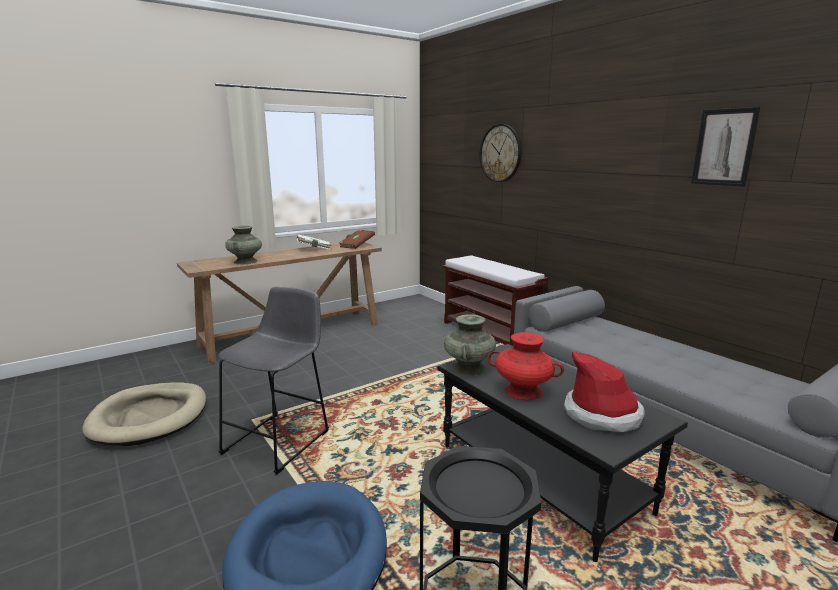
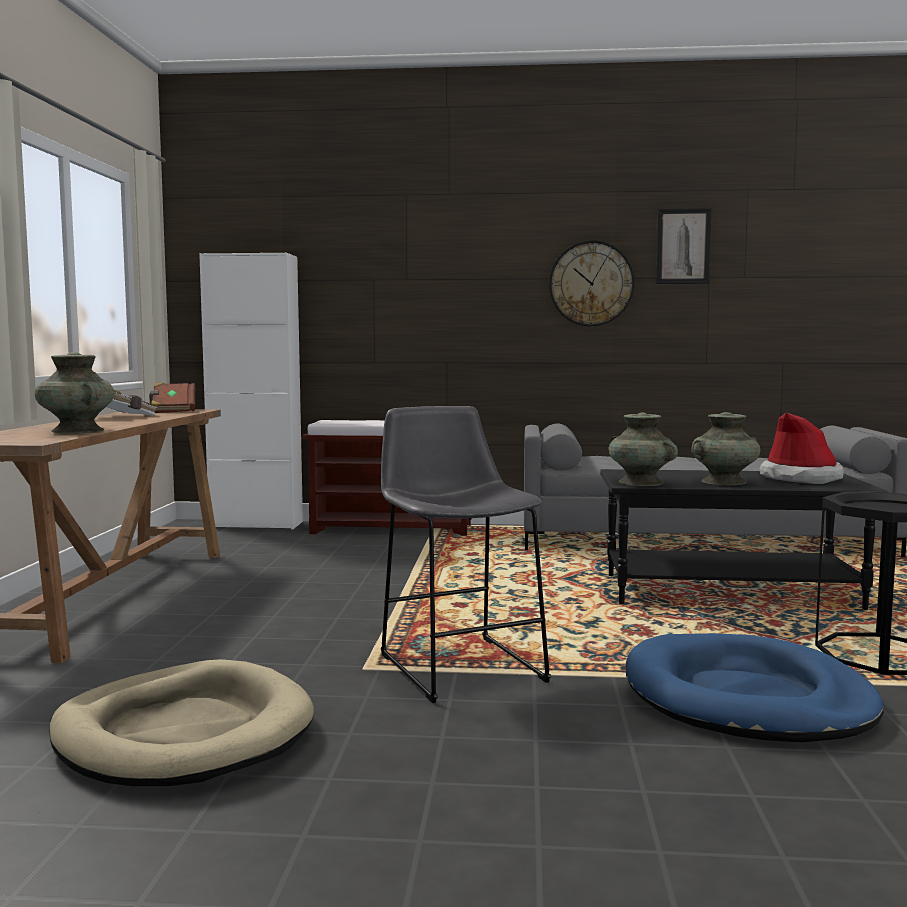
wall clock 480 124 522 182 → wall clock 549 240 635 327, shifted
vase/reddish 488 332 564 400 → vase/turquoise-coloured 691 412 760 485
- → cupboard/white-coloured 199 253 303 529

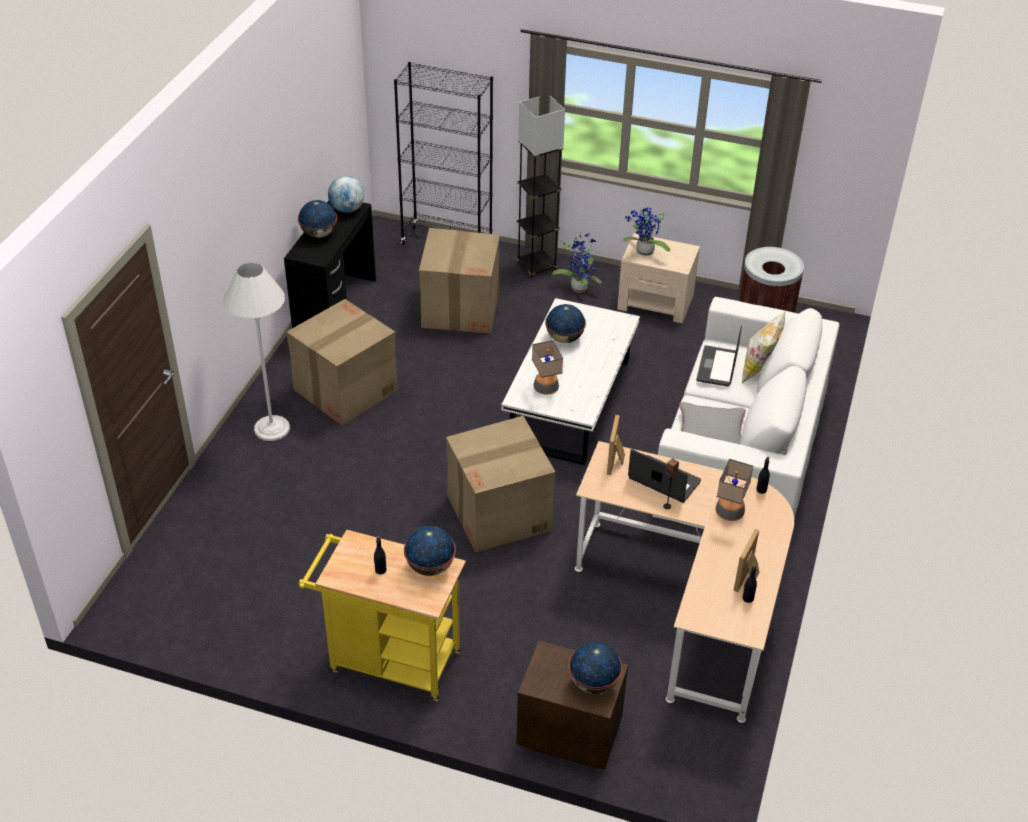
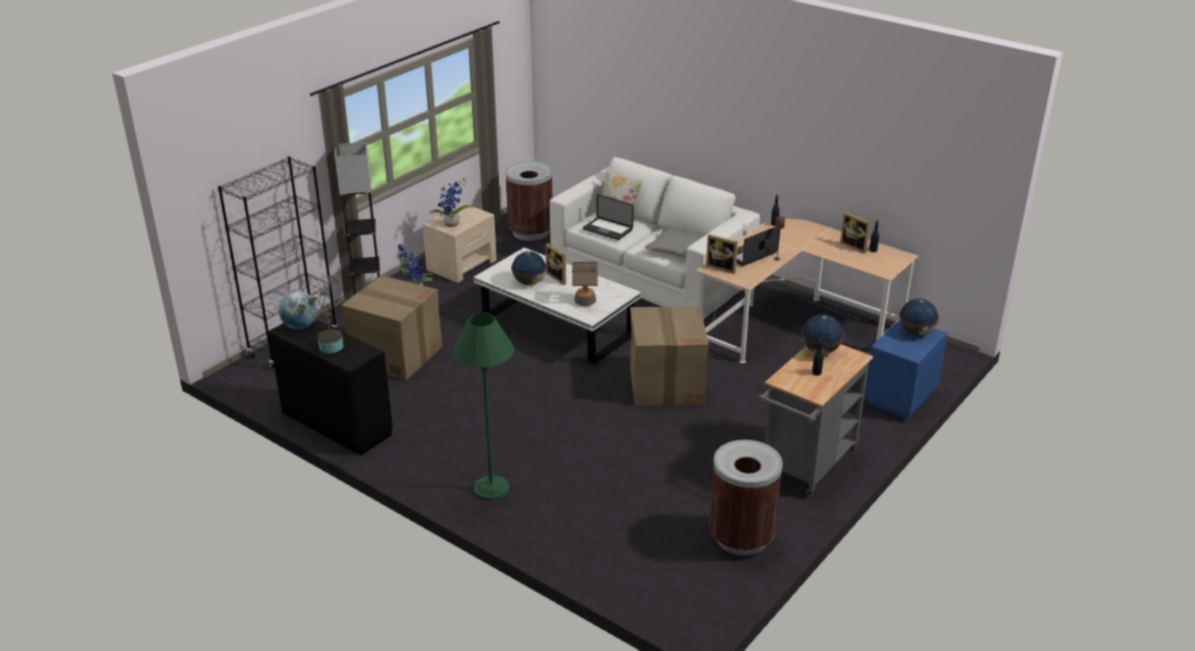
globe 298 200 337 238 → houseplant 297 276 344 353
standing lamp/white-coloured 223 262 290 441 → standing lamp/greenish 452 312 514 500
cardboard box 286 299 398 425 → -
lamp for a table 716 459 754 521 → -
cart/yellowish 298 530 466 701 → cart/greyish 759 344 873 497
nightstand/brown-coloured 516 641 628 770 → nightstand/blue-coloured 864 319 948 419
- → picture frame 545 243 566 285
- → waste bin/brown-coloured 709 440 783 556

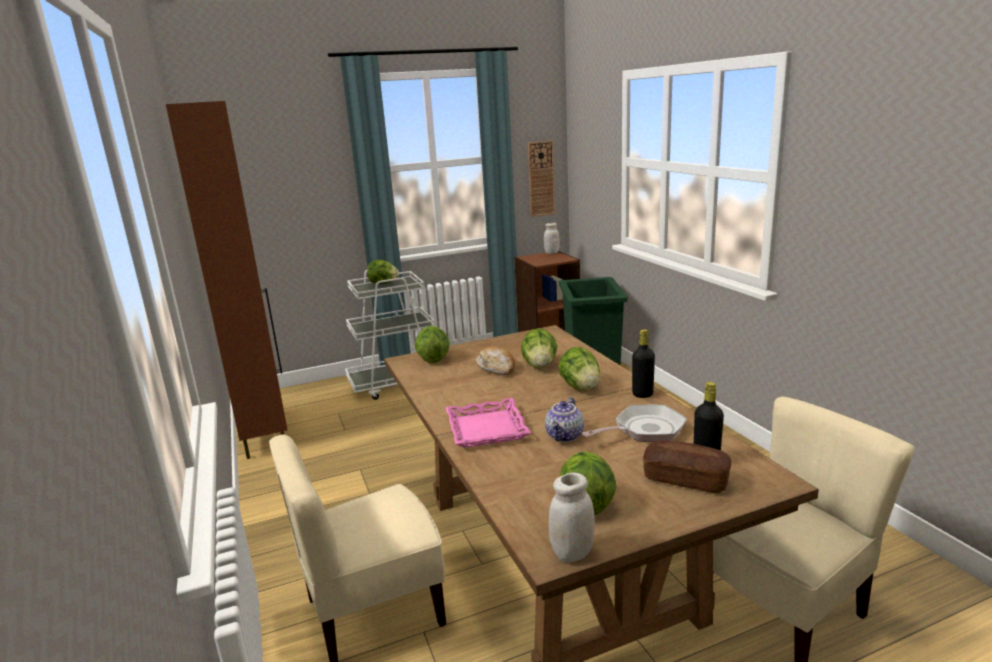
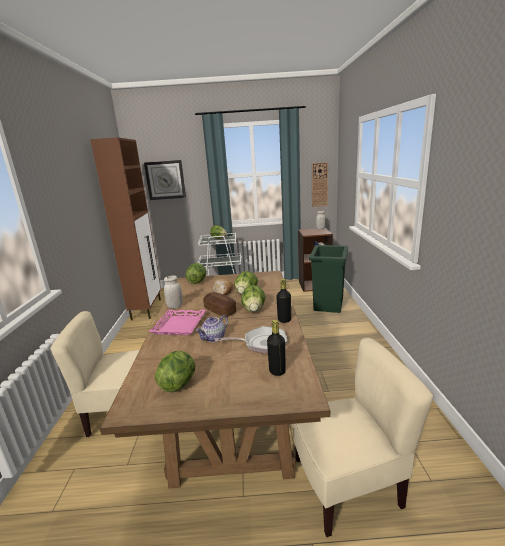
bakery bread 643 441 731 493 → bakery bread 203 292 236 317, shifted
preserve jar/white-coloured 549 472 595 563 → preserve jar/white-coloured 164 276 183 309, shifted
- → wall clock 144 160 186 200

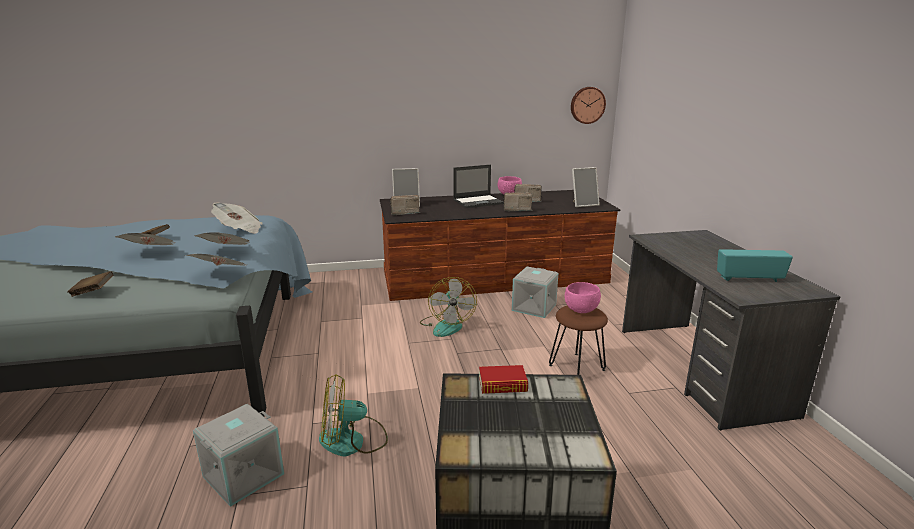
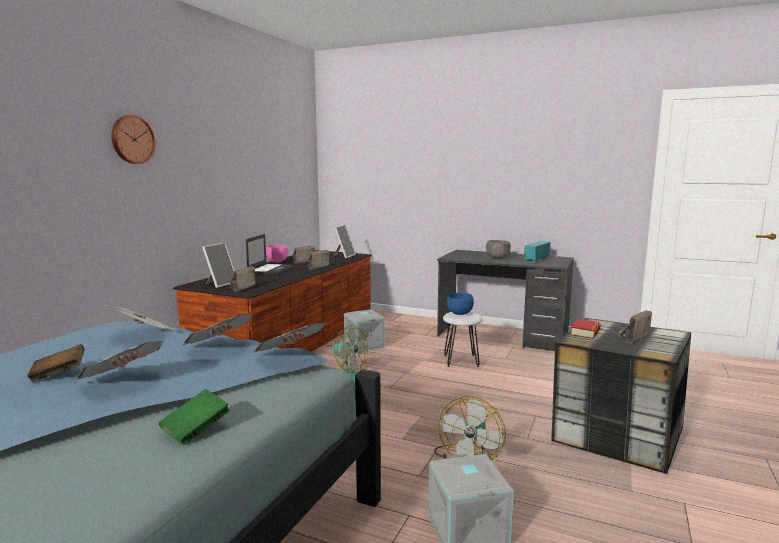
wall clock 571 87 606 124 → wall clock 111 115 156 164, shifted
bound book/brown-coloured 67 271 113 297 → bound book/greenish 158 389 230 445
deep dish/pinkish 565 282 601 313 → deep dish/blue-coloured 447 293 474 315
stool seat/brown-coloured 549 306 608 375 → stool seat/white-coloured 443 312 482 367
- → deep dish/greyish 486 240 511 259
- → radio receiver 618 310 652 344

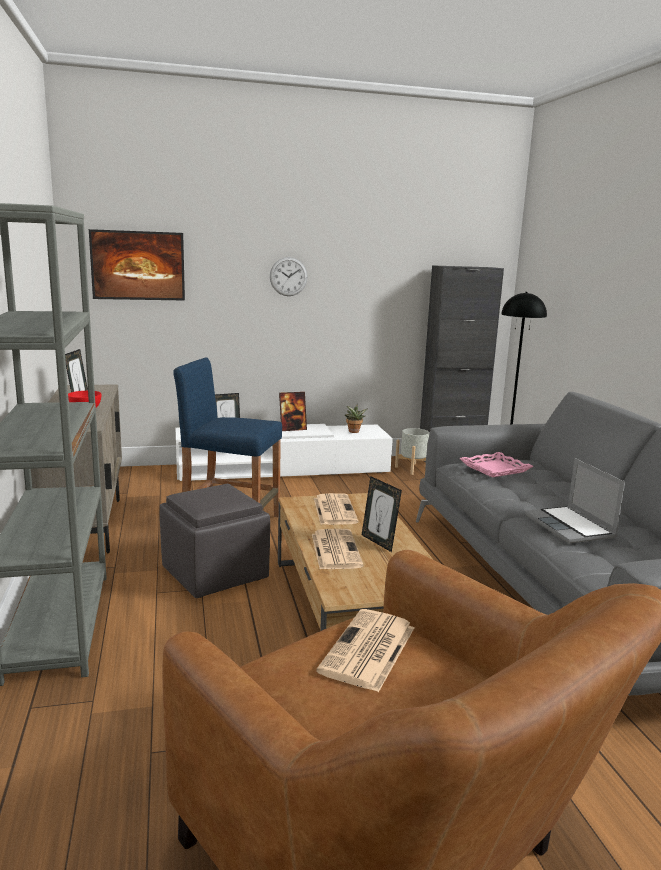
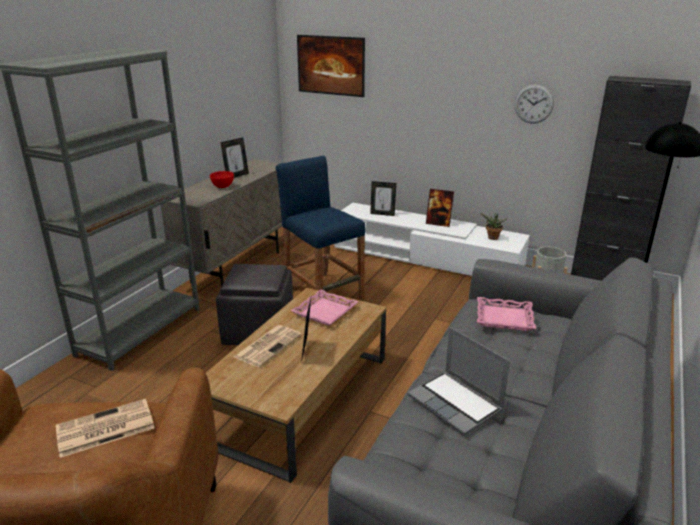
wall clock 270 257 308 296 → wall clock 515 84 554 124, shifted
portable computer 525 458 625 544 → portable computer 408 327 510 435, 60 degrees counterclockwise
printed paper 314 493 358 525 → tray/pinkish 291 289 359 326

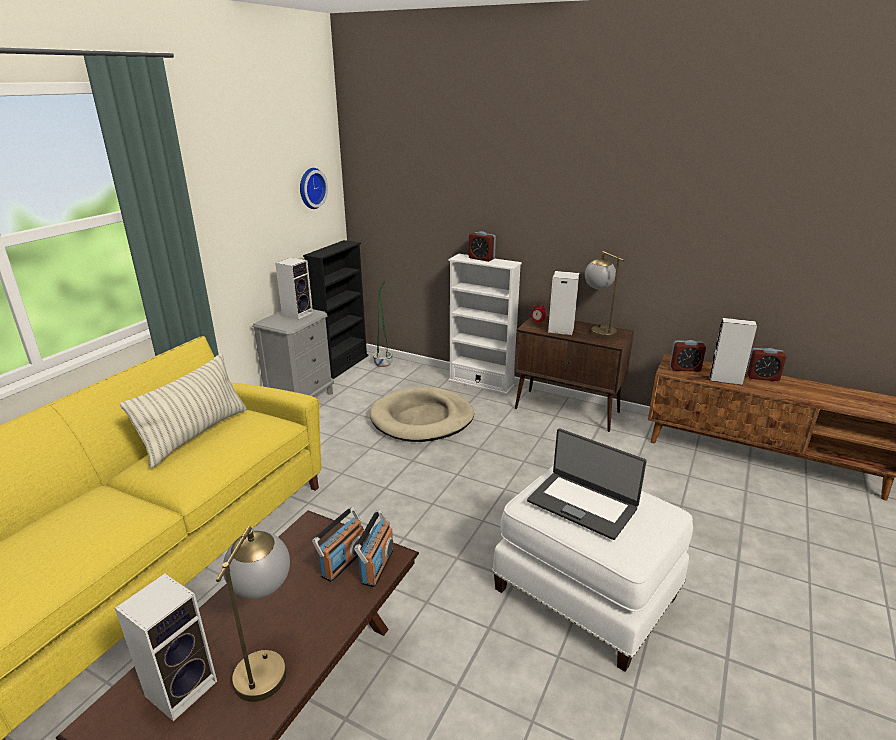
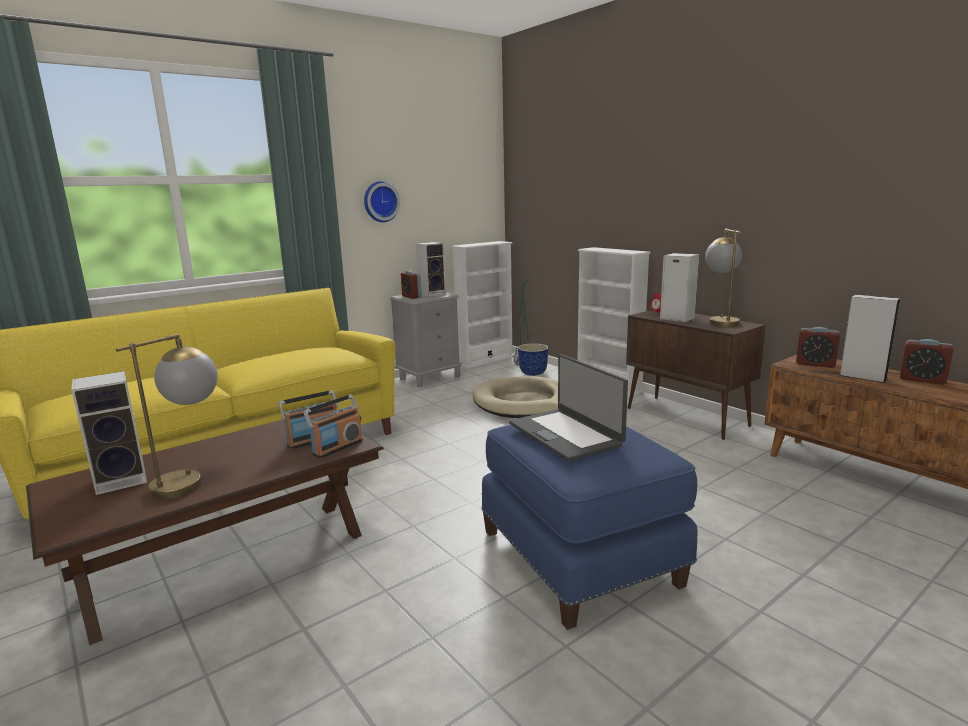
wall clock 300 168 328 209 → wall clock 364 181 400 222, shifted
alarm clock 469 231 496 262 → alarm clock 401 271 422 299, shifted
shelving unit/blackish 303 240 368 379 → shelving unit/white-coloured 451 241 513 369
throw pillow 120 353 247 468 → -
footrest/white-coloured 492 466 693 672 → footrest/blue-coloured 481 425 697 630
- → planter 518 344 548 376

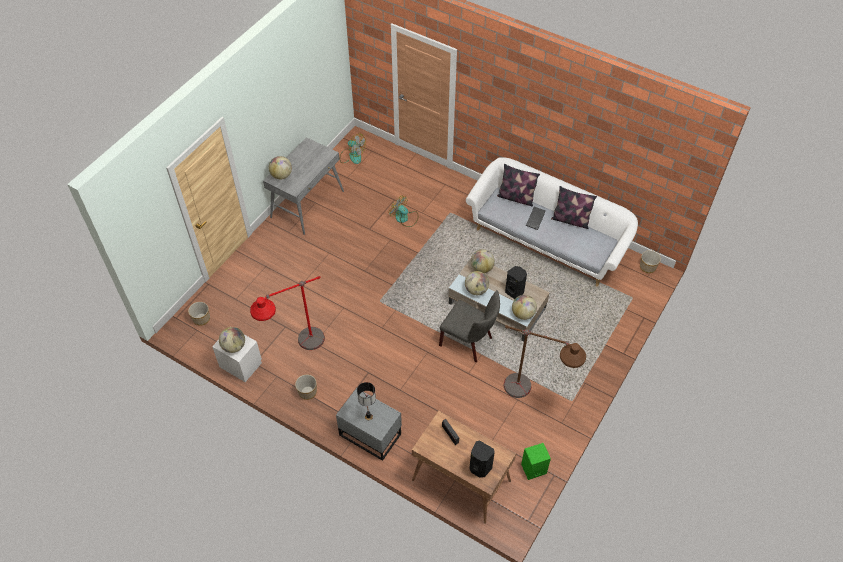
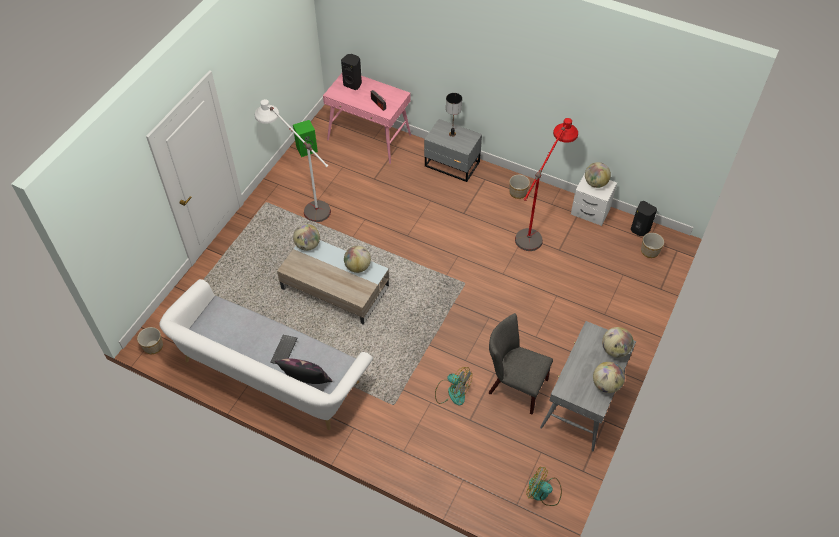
throw pillow 551 186 597 229 → -
globe 471 249 495 273 → globe 593 362 625 393, shifted
audio speaker/blackish 505 266 527 299 → audio speaker/blackish 631 201 657 236, shifted
plain chair/greyish 439 290 500 362 → plain chair/greyish 489 313 553 415, shifted
standing lamp/brown-coloured 504 325 586 398 → standing lamp/white-coloured 255 99 331 222
desk/brown-coloured 412 411 516 524 → desk/pinkish 323 73 411 164

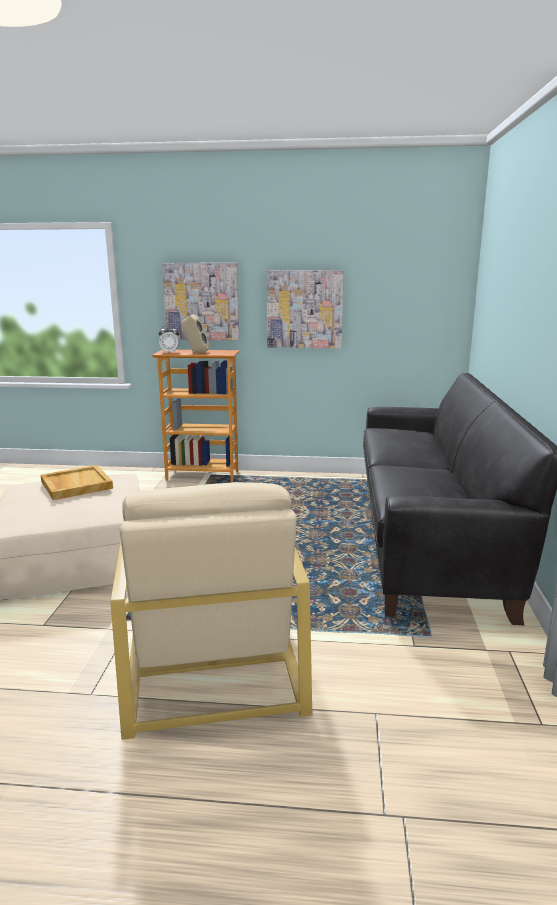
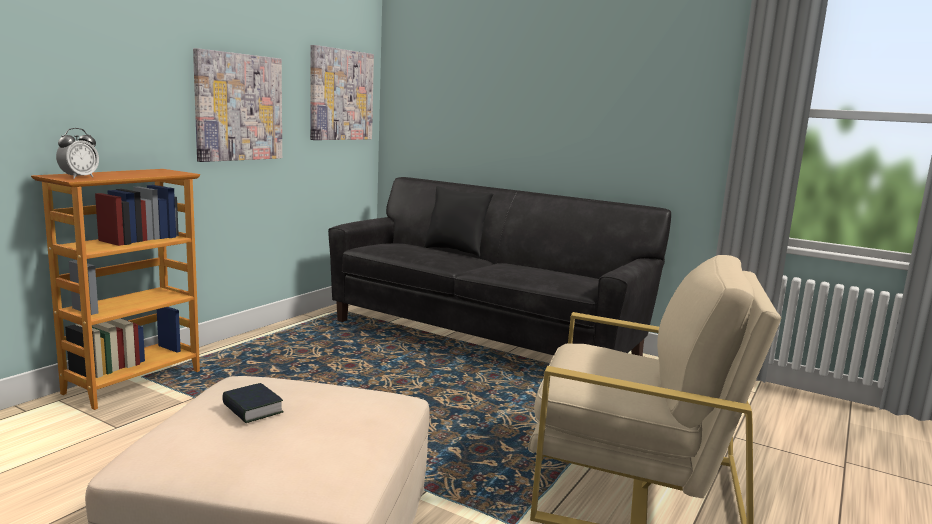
wall art 162 263 239 340 → wall art 310 45 374 140, shifted
audio speaker/beige 182 315 210 353 → -
tray/beige 40 465 113 500 → bound book 222 383 284 423
- → throw pillow/blackish 424 186 493 257

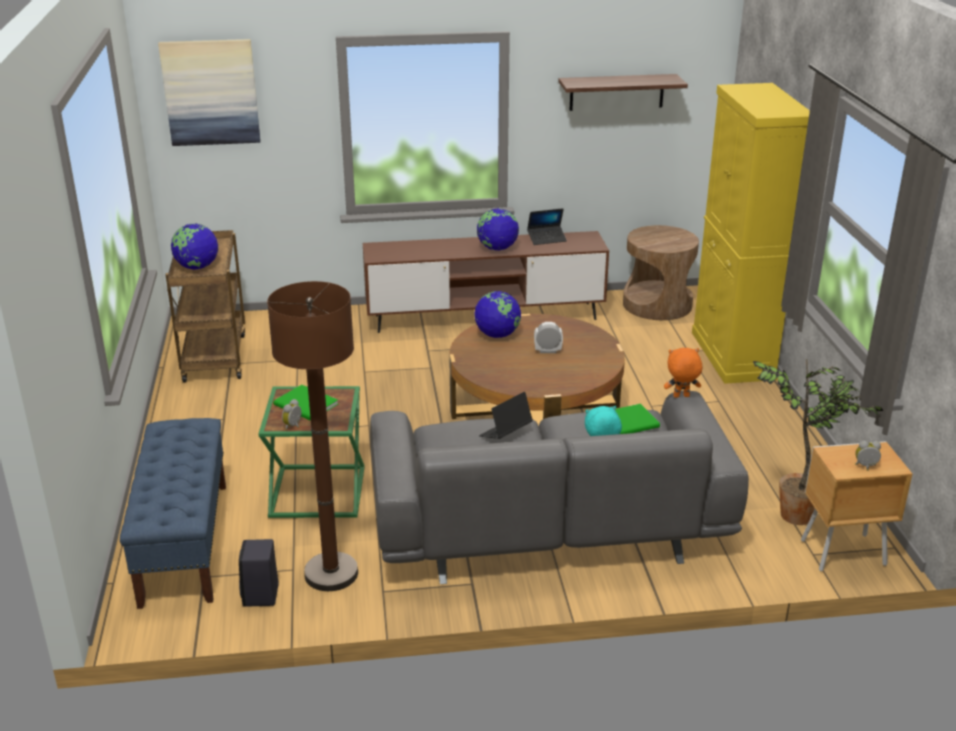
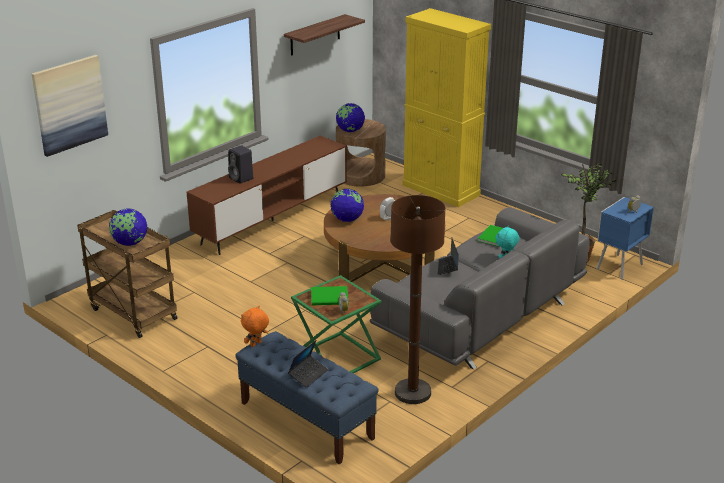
globe 477 208 519 250 → globe 336 103 365 132, shifted
portable computer 527 208 567 245 → portable computer 288 340 328 388, shifted
cuddly toy/orangey 664 348 702 398 → cuddly toy/orangey 241 306 269 347, shifted
nightstand/brown-coloured 801 441 913 572 → nightstand/blue-coloured 596 197 654 280
audio speaker/blackish 239 539 279 607 → audio speaker/blackish 228 145 253 184, shifted

